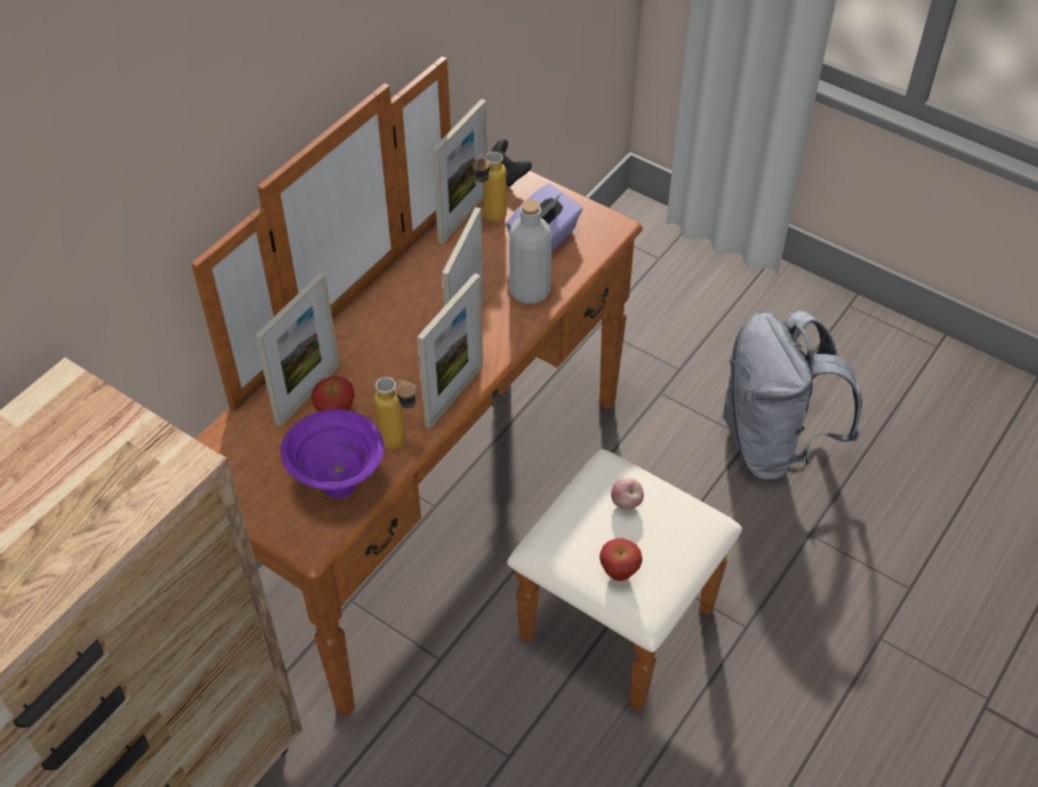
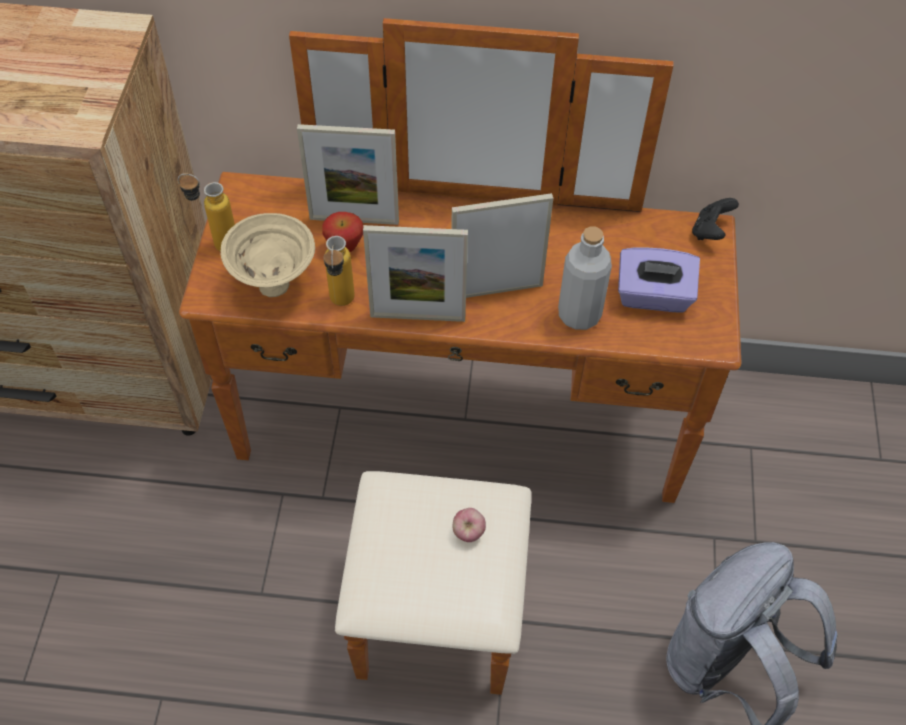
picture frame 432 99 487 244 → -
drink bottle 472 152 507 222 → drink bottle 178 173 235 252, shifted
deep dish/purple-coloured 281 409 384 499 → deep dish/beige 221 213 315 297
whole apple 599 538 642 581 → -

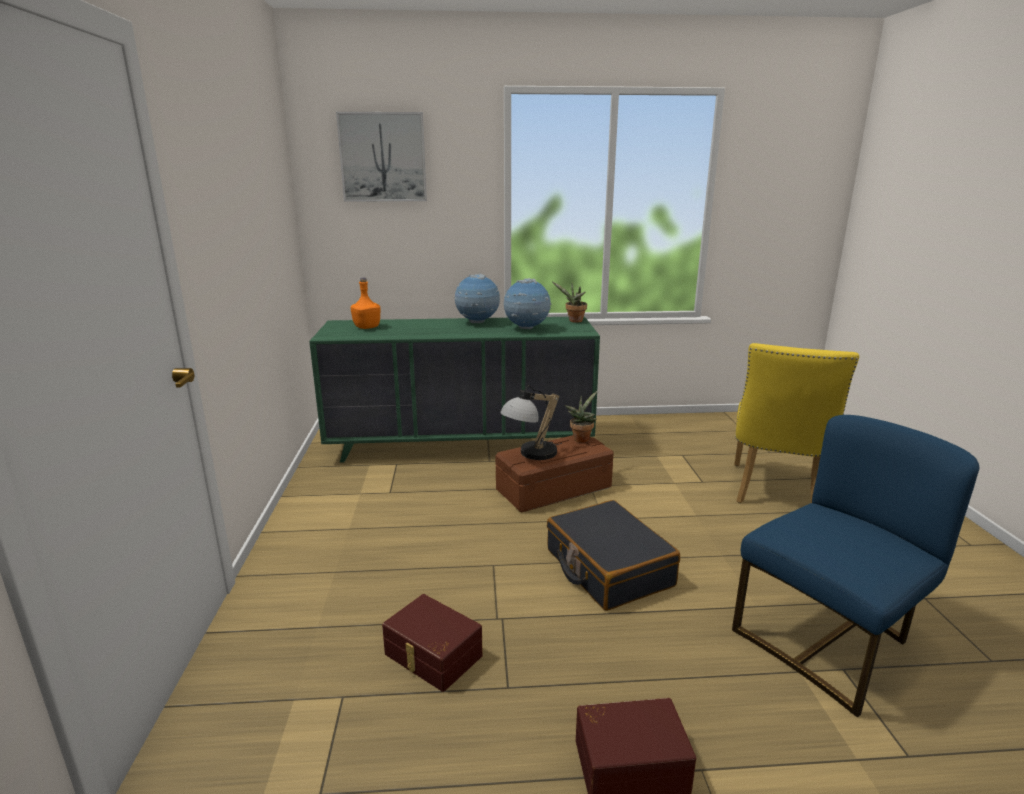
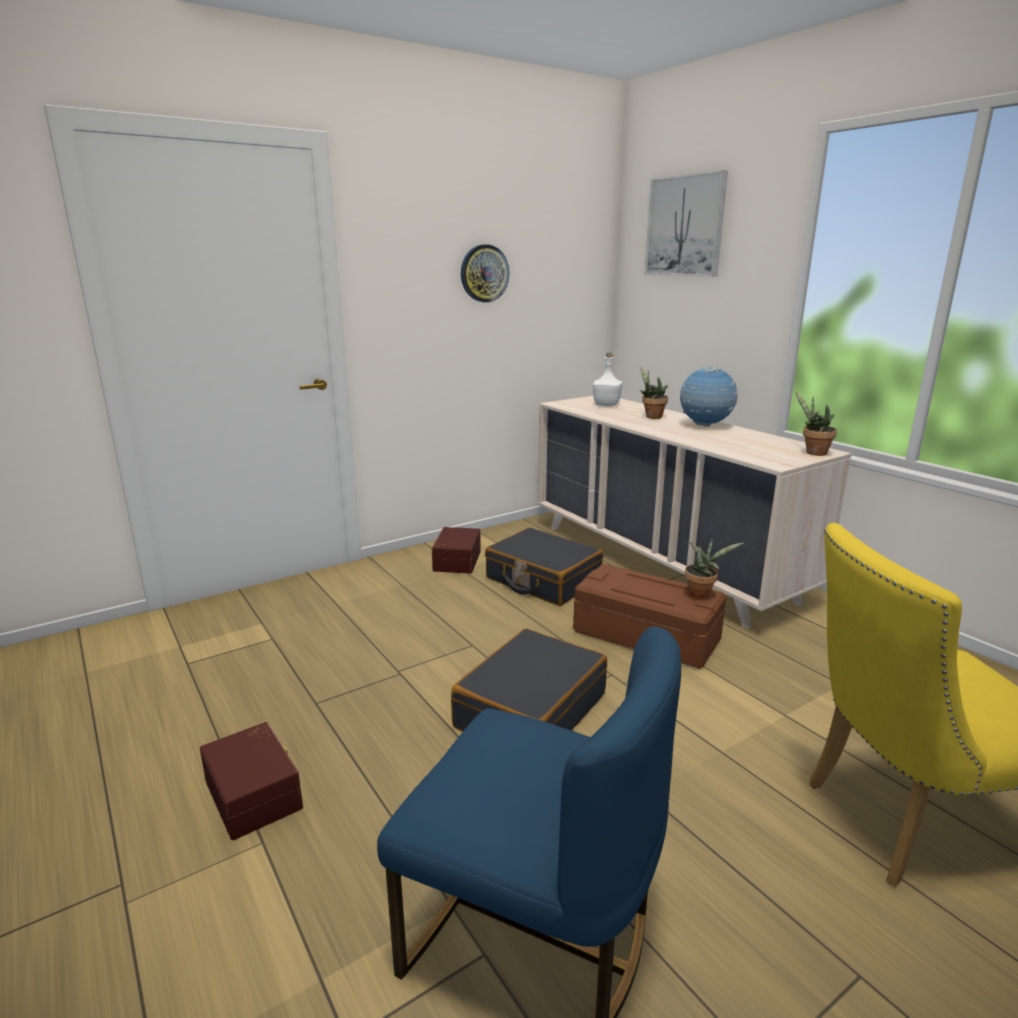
drink bottle/orangey 350 278 380 329 → drink bottle/white-coloured 593 353 622 406
globe 504 278 552 329 → -
drawer chest/greenish 309 316 600 463 → drawer chest/beige 538 396 851 629
lamp for a table 500 386 562 460 → -
storage bin/brown-coloured 382 594 483 692 → storage bin/brown-coloured 432 527 481 574, shifted
- → wall clock 461 244 510 302
- → houseplant 640 367 668 419
- → travel case/blackish 485 527 603 606

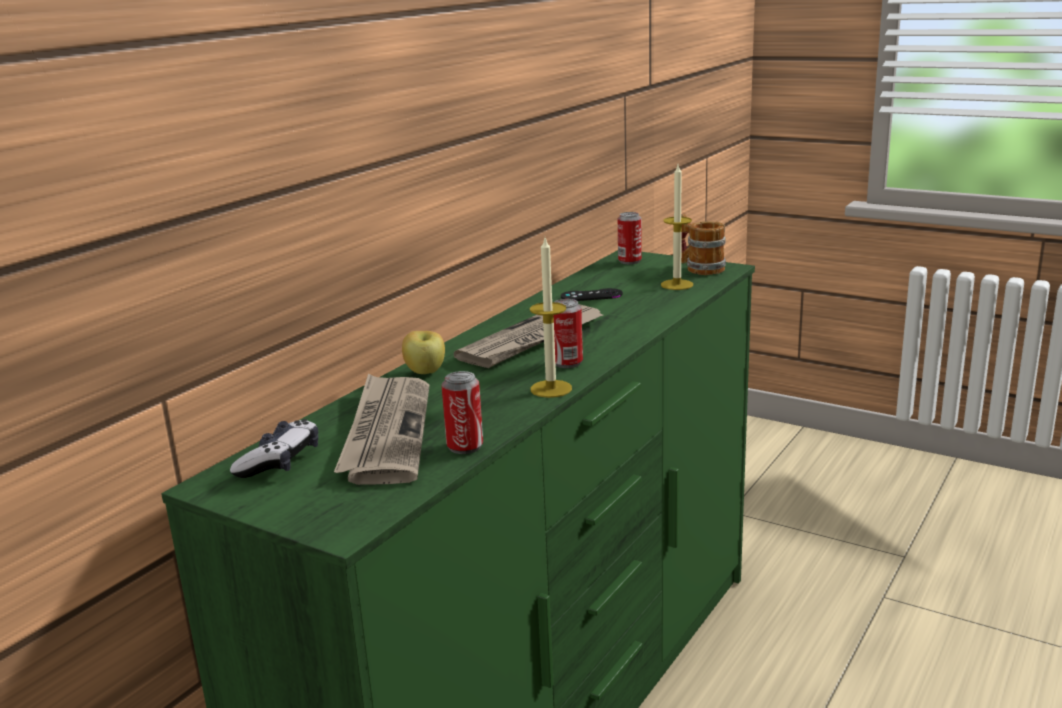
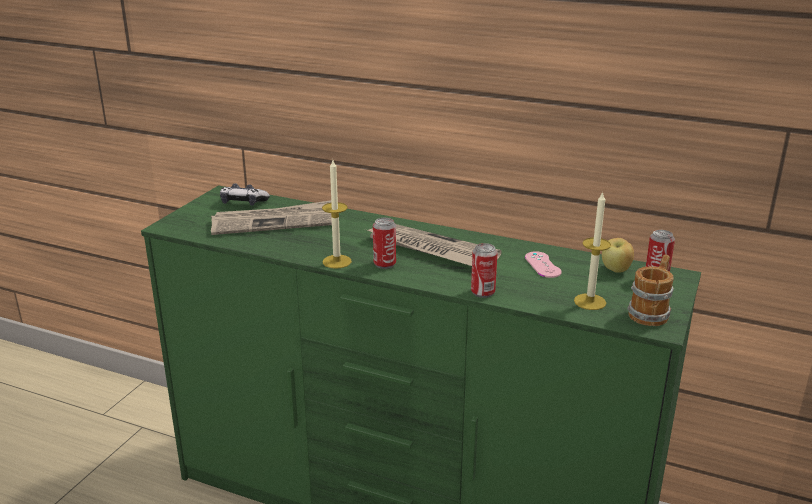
game controller/blackish 561 288 623 301 → game controller/pinkish 525 251 562 278
whole apple 402 331 445 374 → whole apple 602 238 634 273, shifted
can 442 371 483 454 → can 471 243 498 298, shifted

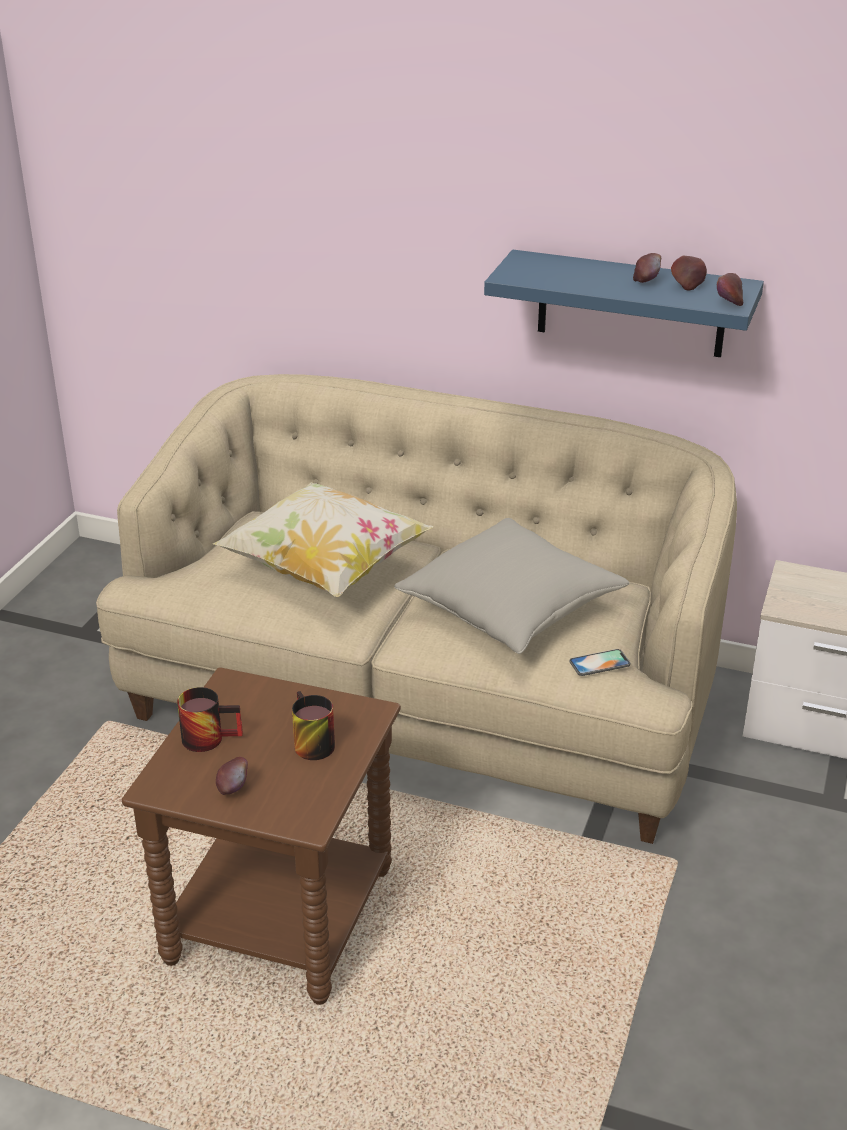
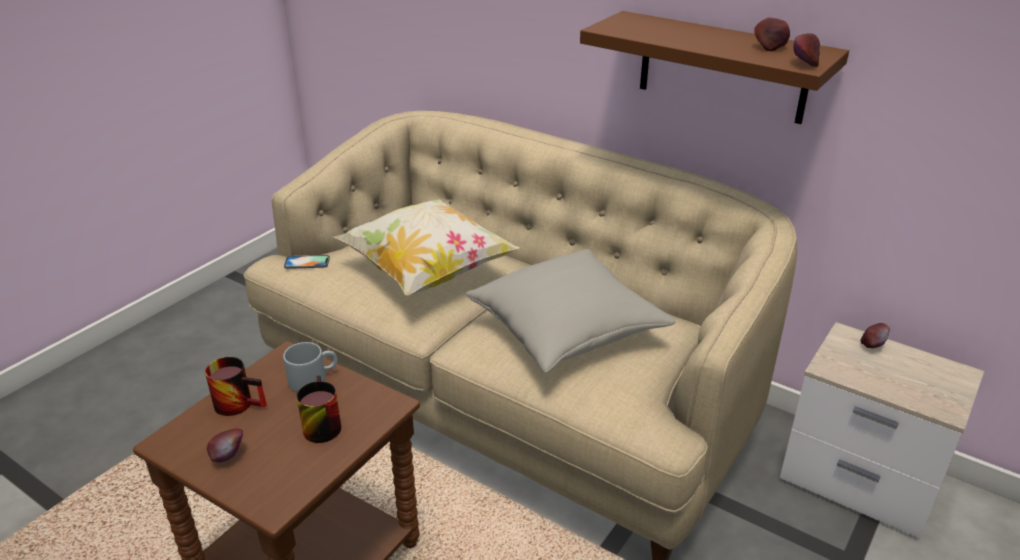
shelf/blue-coloured 484 250 764 357 → shelf/brown-coloured 580 11 849 124
whole apple 633 253 661 283 → whole apple 861 323 890 348, shifted
phone 570 649 630 676 → phone 284 255 330 269, shifted
- → mug/greyish 283 342 337 393

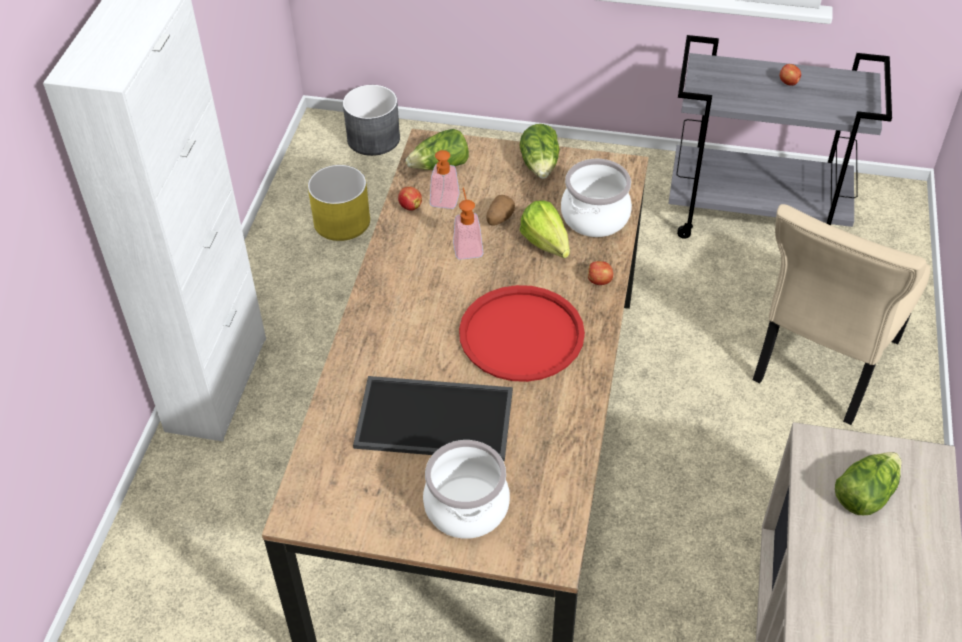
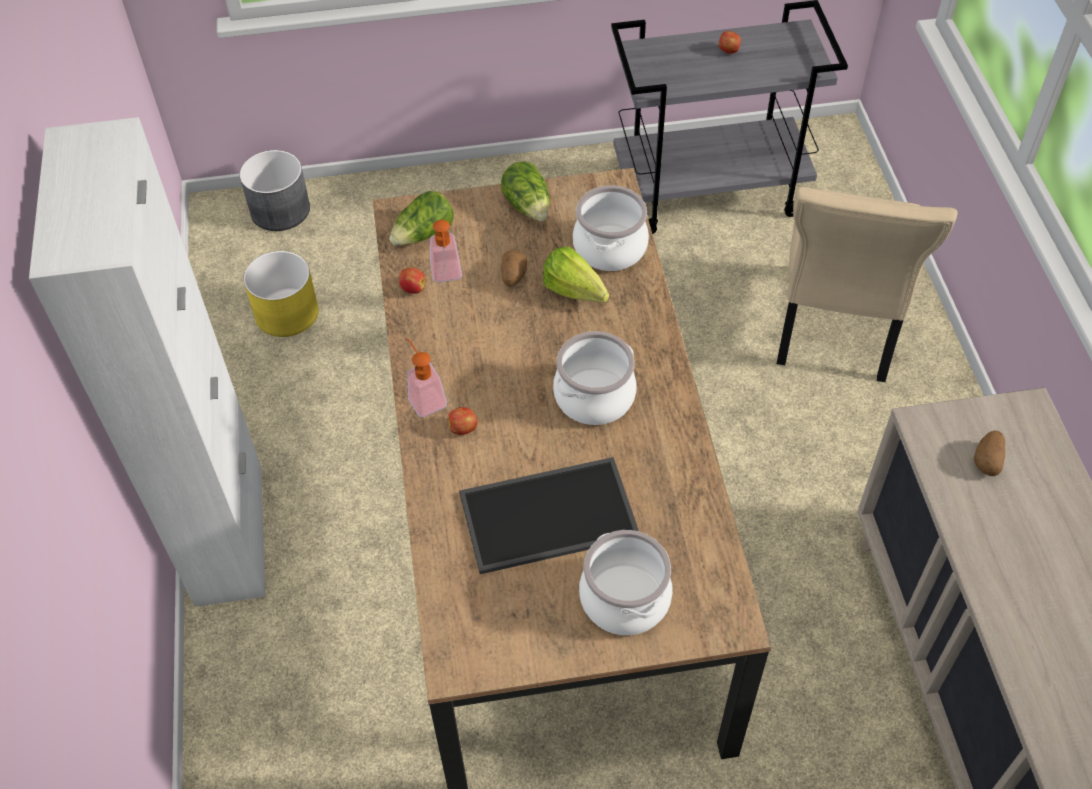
liquid soap bottle 453 188 483 260 → liquid soap bottle 407 339 447 417, shifted
whole apple 588 261 613 285 → whole apple 448 407 478 435, shifted
tray/reddish 459 285 585 382 → cooking pot 553 331 637 425
head of lettuce 835 452 901 515 → potato 974 431 1005 476

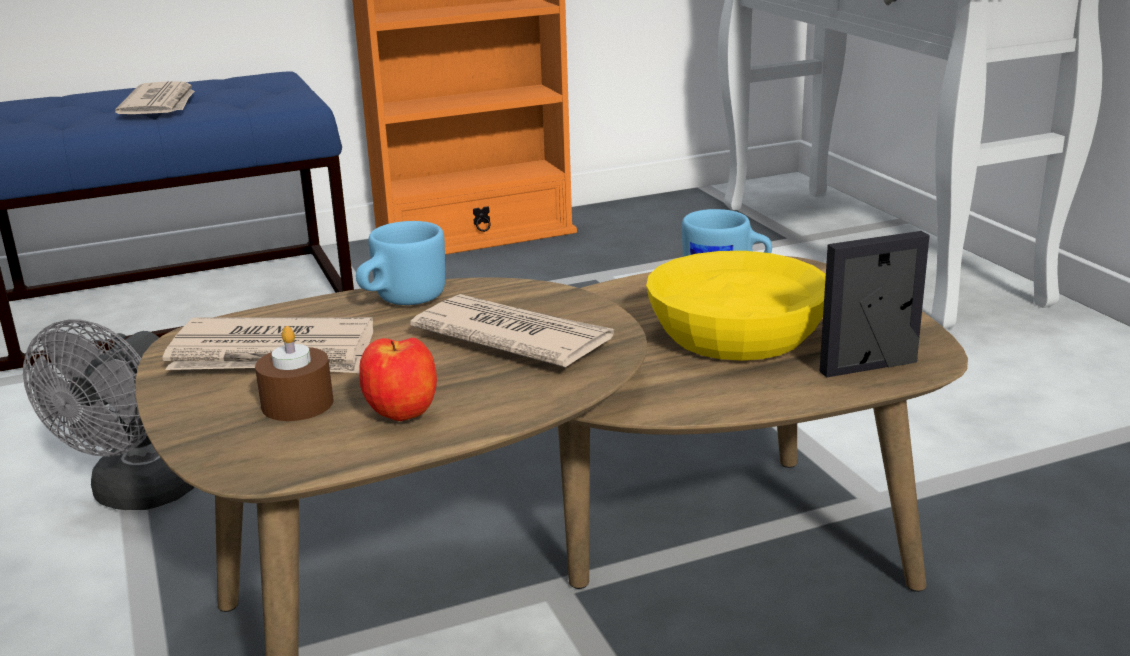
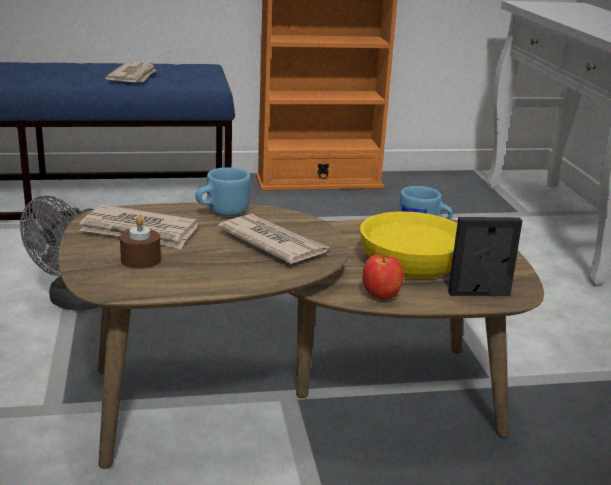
whole apple 359 338 437 421 → whole apple 363 255 403 300, shifted

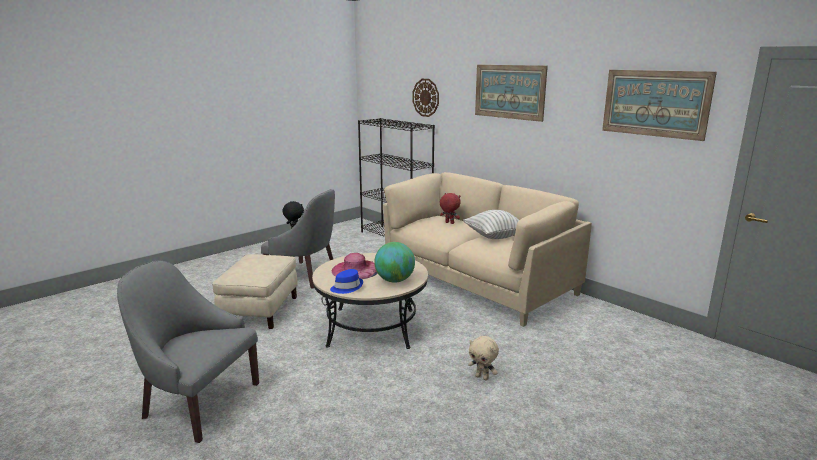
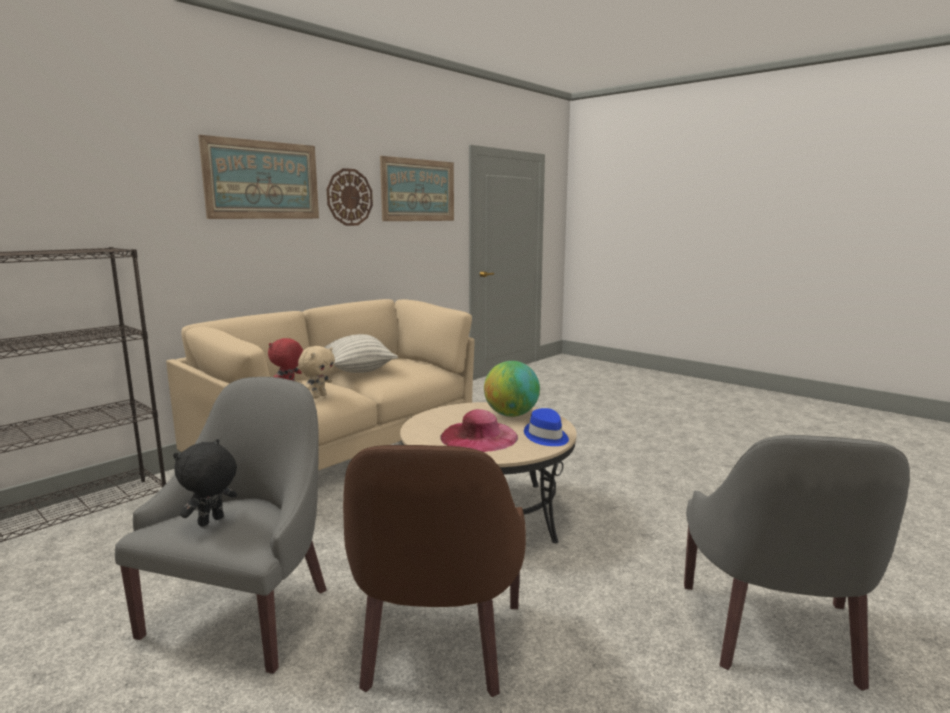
wall clock 413 79 439 117 → wall clock 327 168 373 226, shifted
footrest/beige 212 254 298 329 → lounge chair/brown-coloured 343 445 526 697
cuddly toy/beige 468 336 499 380 → cuddly toy/beige 298 346 335 399, shifted

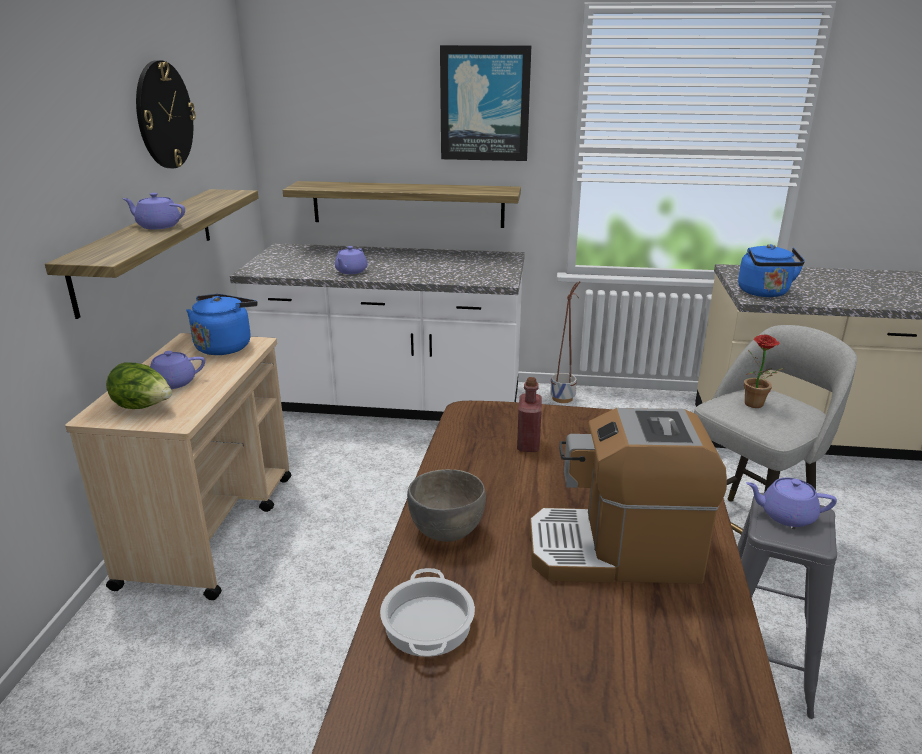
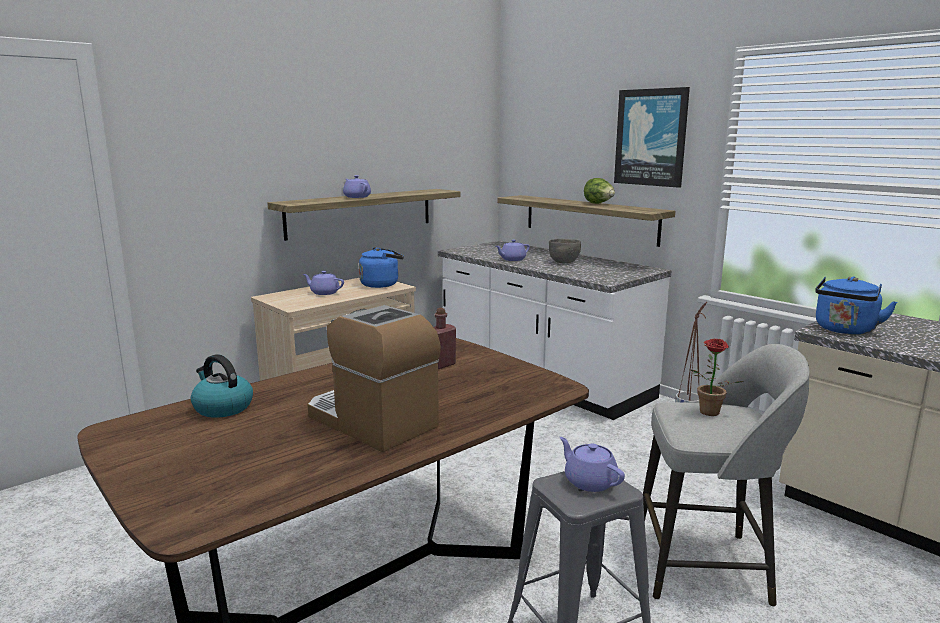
wall clock 136 60 196 168 → -
head of lettuce 106 363 172 409 → head of lettuce 584 178 615 204, shifted
deep dish/greyish 407 469 486 542 → deep dish/greyish 549 239 581 263, shifted
cooking pot 380 568 475 657 → kettle 191 354 253 418

